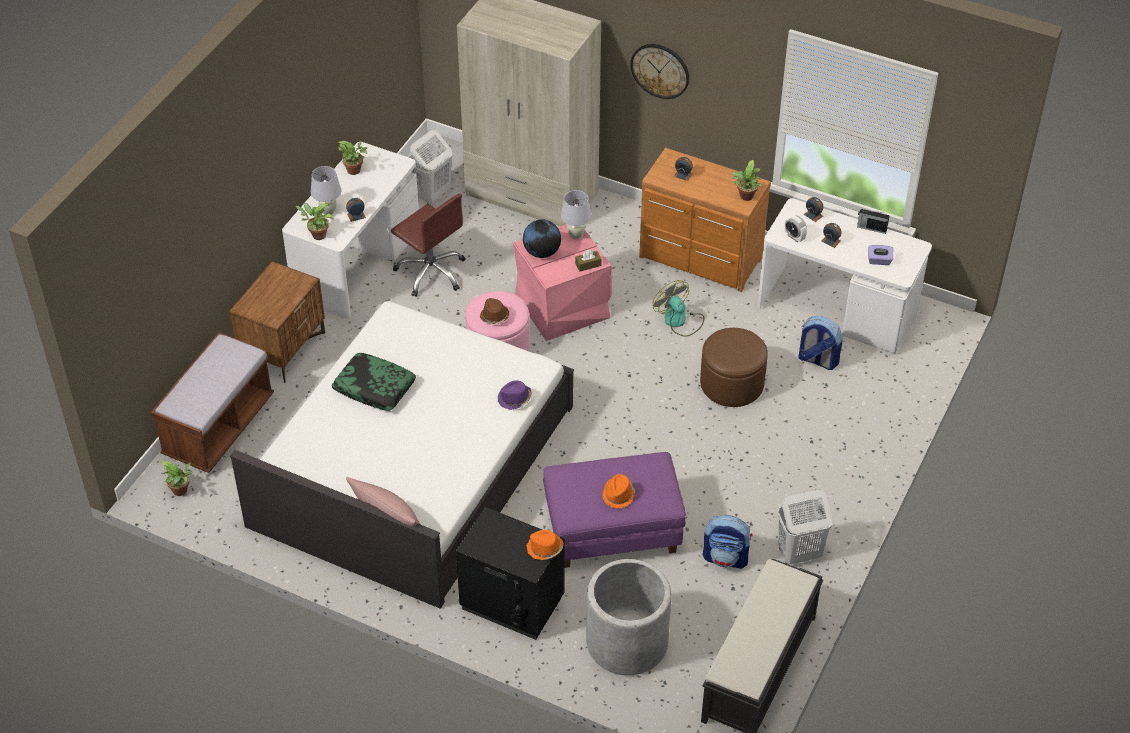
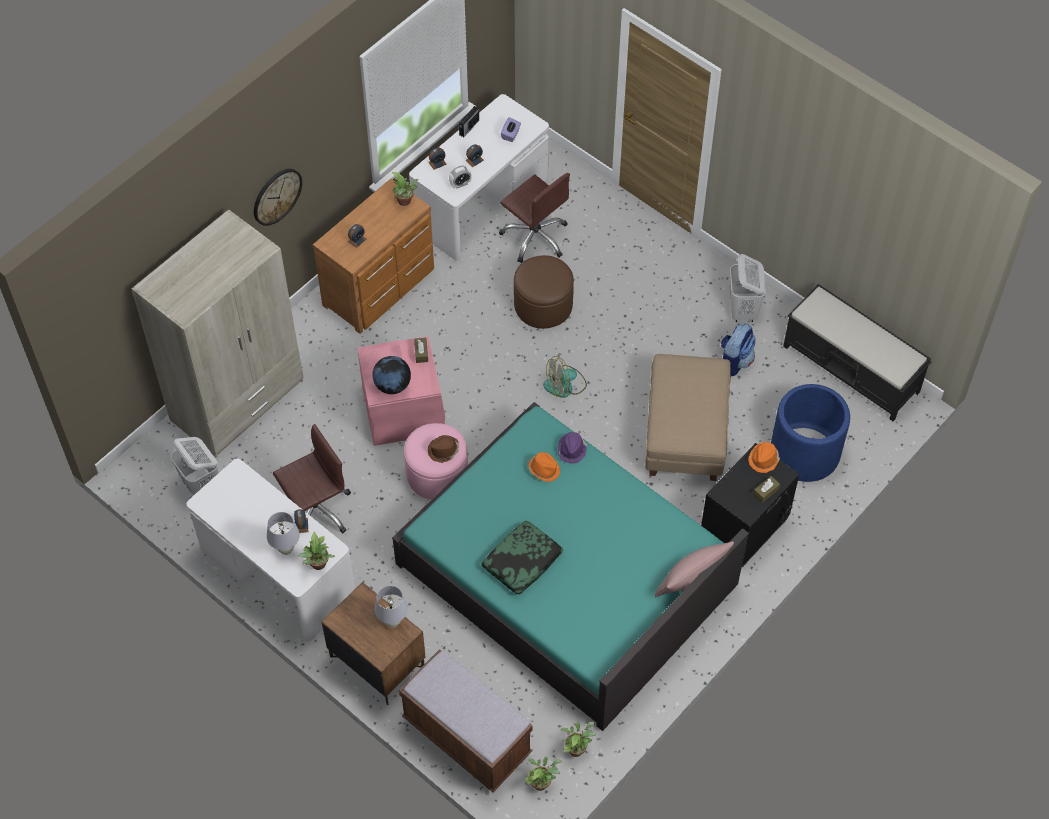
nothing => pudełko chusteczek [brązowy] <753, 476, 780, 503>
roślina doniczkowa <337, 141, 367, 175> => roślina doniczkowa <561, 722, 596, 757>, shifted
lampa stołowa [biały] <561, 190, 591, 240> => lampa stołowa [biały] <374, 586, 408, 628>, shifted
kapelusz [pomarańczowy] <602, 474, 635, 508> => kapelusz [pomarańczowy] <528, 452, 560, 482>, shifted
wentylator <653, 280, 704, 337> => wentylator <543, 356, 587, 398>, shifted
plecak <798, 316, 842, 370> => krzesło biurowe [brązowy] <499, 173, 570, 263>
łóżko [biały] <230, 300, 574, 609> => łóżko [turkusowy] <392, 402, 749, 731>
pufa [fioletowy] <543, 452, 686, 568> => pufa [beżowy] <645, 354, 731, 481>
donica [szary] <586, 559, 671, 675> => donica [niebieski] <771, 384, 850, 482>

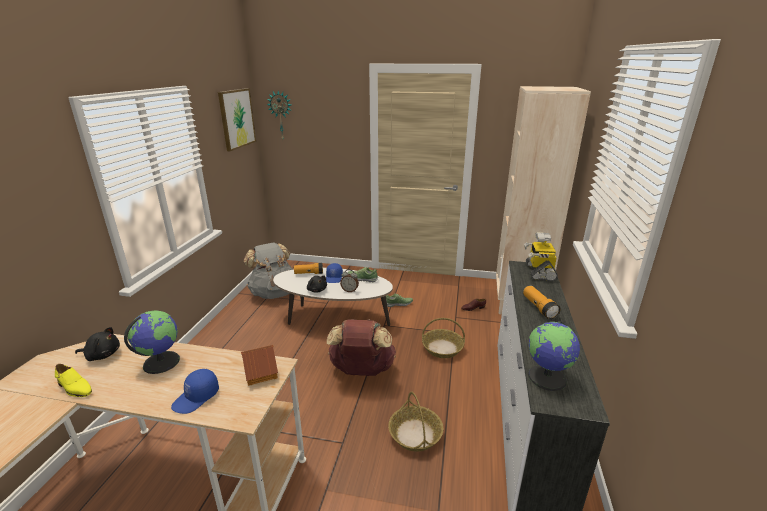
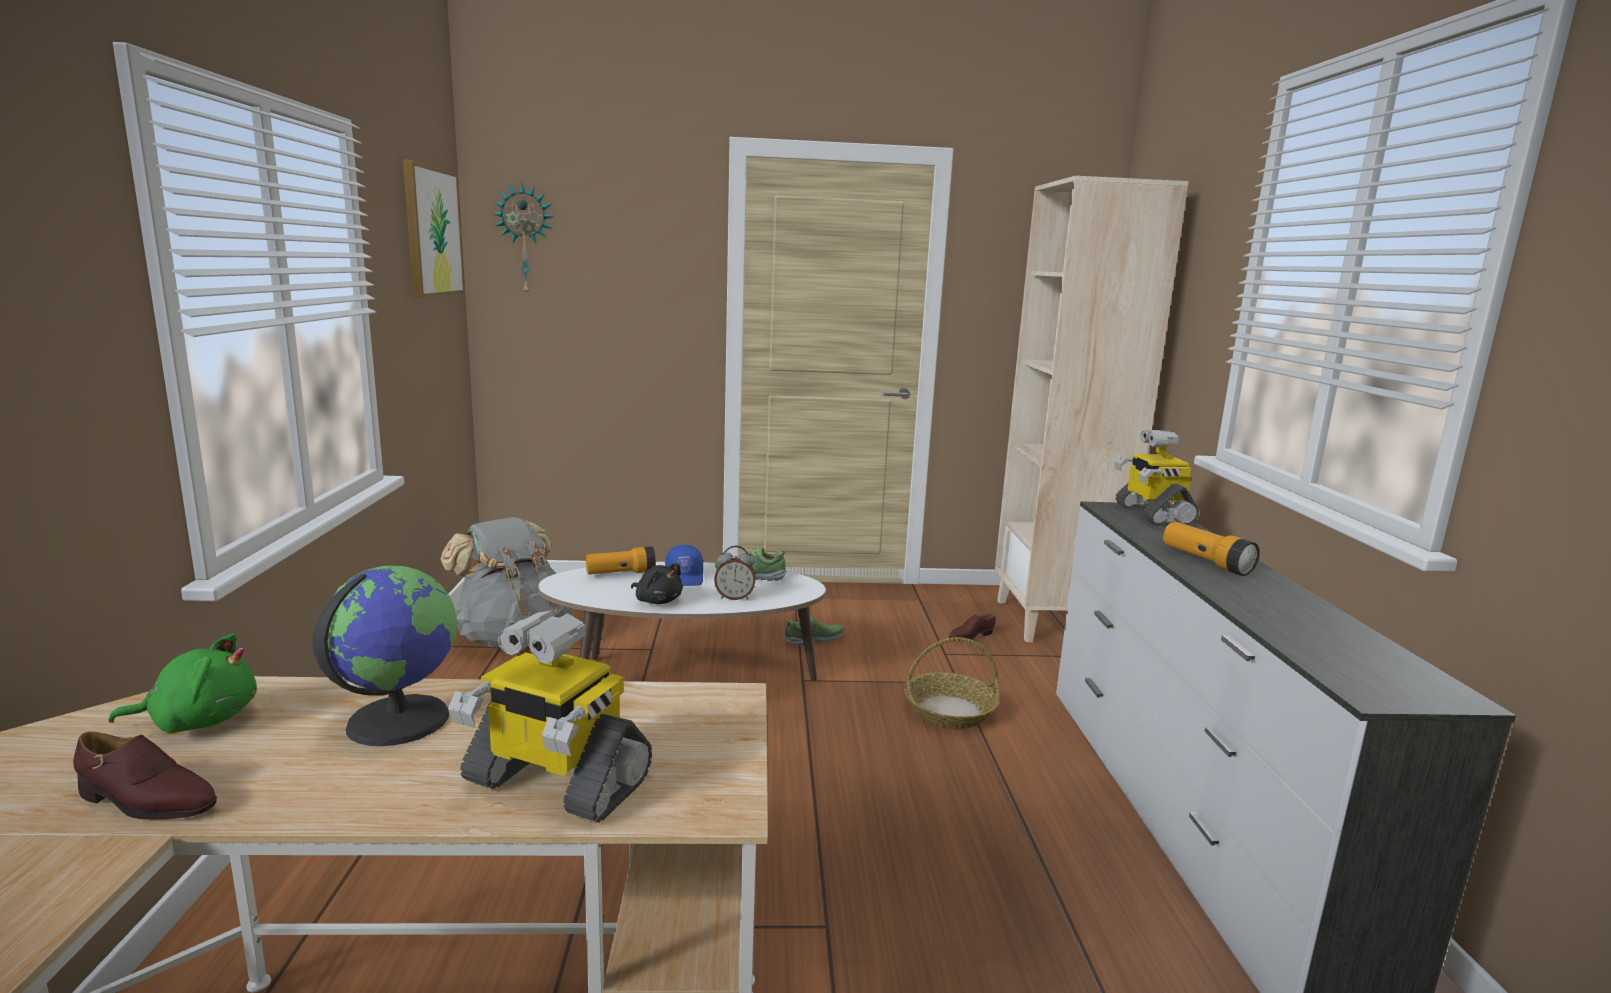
domek <241, 345, 278, 386> => nothing
plecak [brązowy] <327, 319, 396, 376> => nothing
koszyk <388, 392, 443, 452> => nothing
globus <528, 321, 580, 391> => nothing
czapka z daszkiem [niebieski] <171, 369, 219, 414> => robot zabawkowy <448, 610, 652, 823>
but [żółty] <55, 364, 92, 397> => but [brązowy] <73, 732, 217, 820>
pluszak [czarny] <75, 327, 120, 361> => pluszak [zielony] <109, 634, 257, 733>

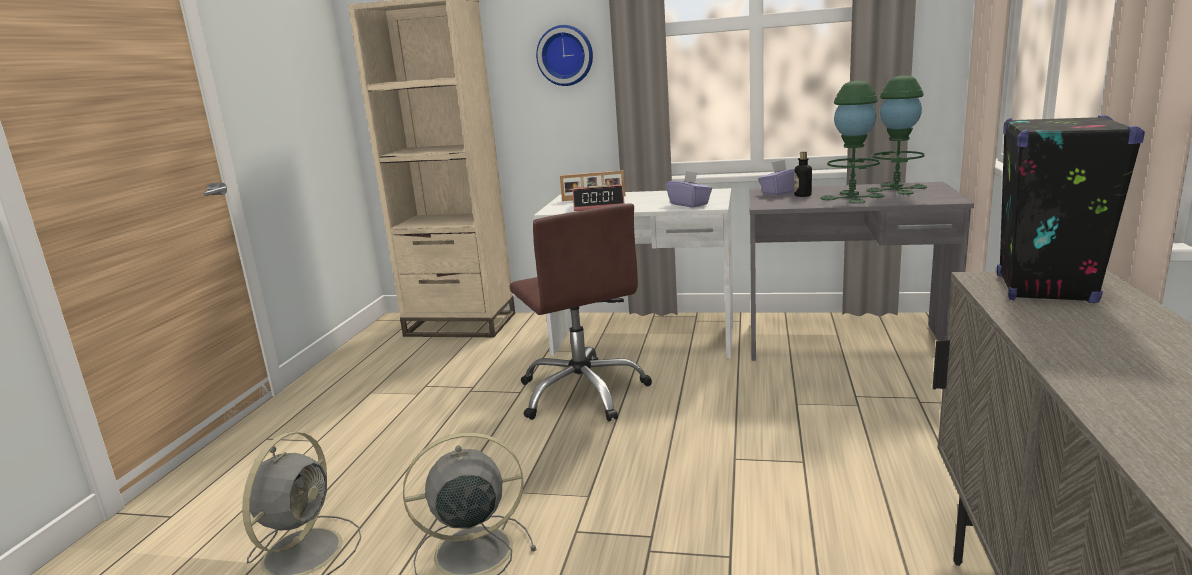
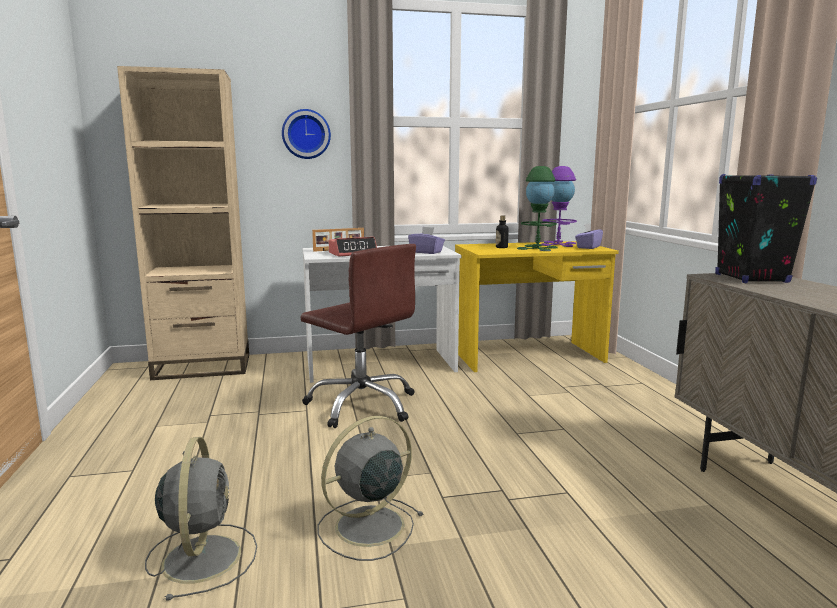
pudełko chusteczek [fioletowy] <758, 159, 795, 196> => pudełko chusteczek [fioletowy] <575, 223, 603, 249>, shifted
biurko [szary] <750, 182, 974, 361> => biurko [żółty] <455, 241, 619, 372>
lampa stołowa [zielony] <866, 76, 927, 195> => lampa stołowa [fioletowy] <542, 166, 577, 247>

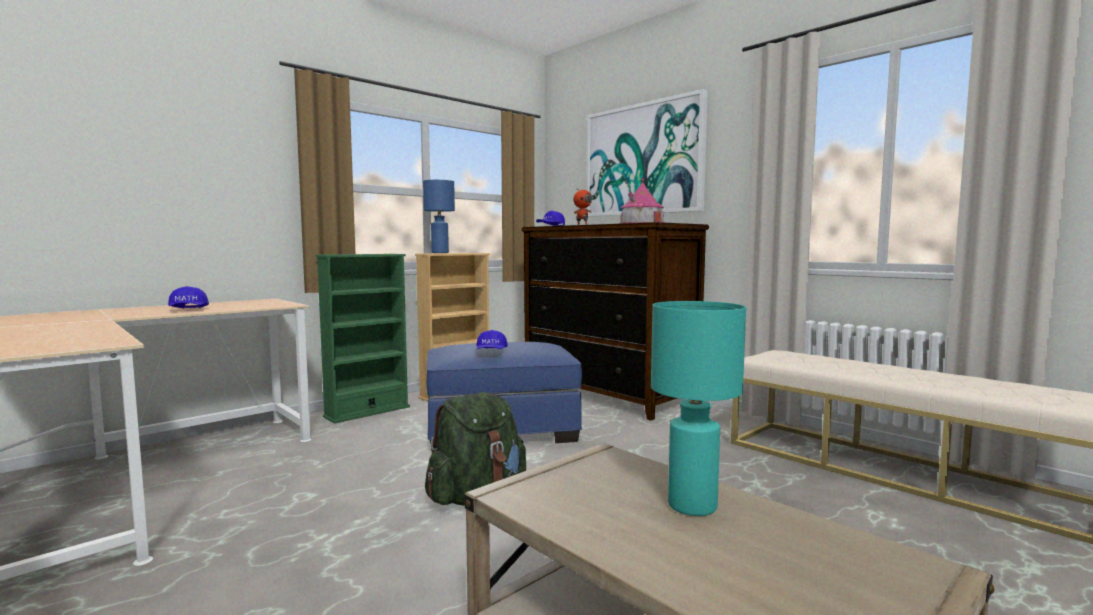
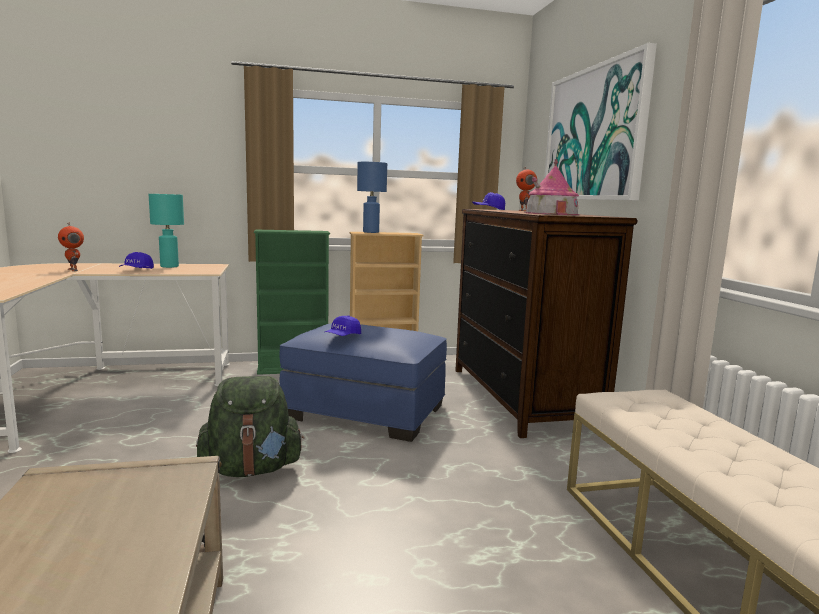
nothing => robot zabawkowy <58, 223, 84, 271>
lampa stołowa [turkusowy] <651, 301, 746, 516> => lampa stołowa [turkusowy] <149, 194, 184, 268>, shifted

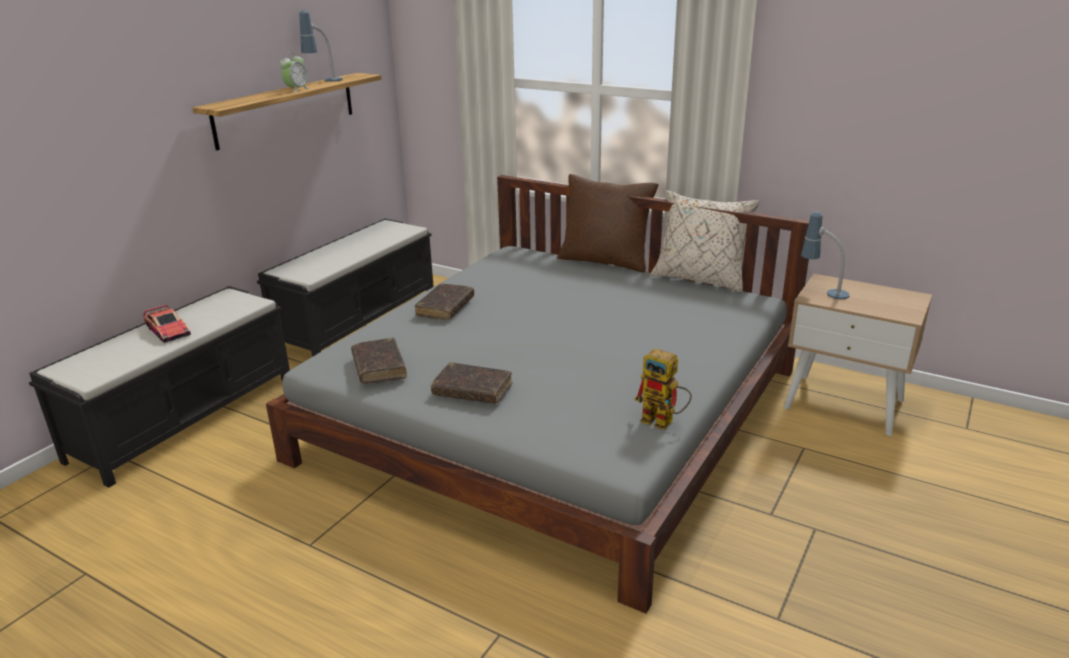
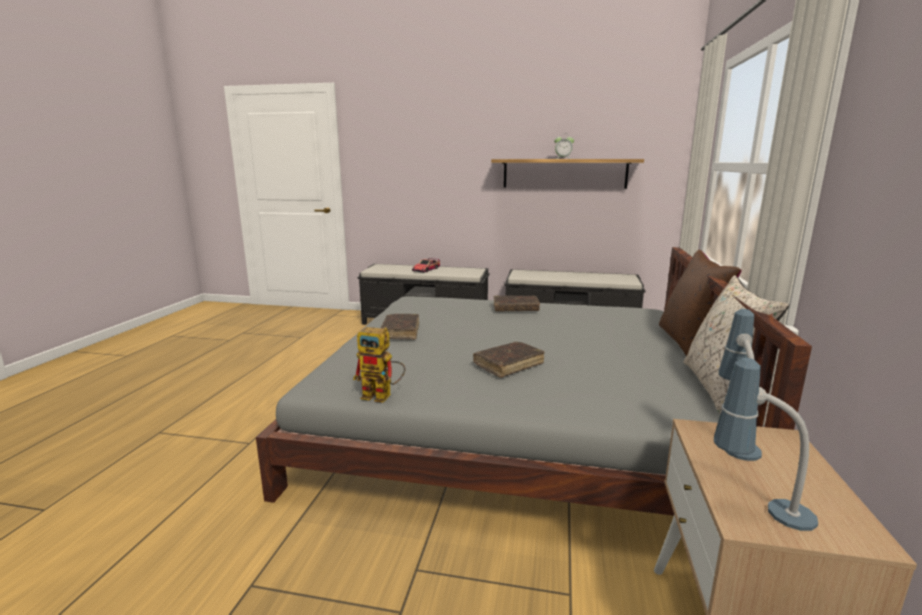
lampa stołowa <299, 10, 343, 82> => lampa stołowa <714, 358, 818, 531>, shifted
książka [brązowy] <351, 338, 407, 384> => książka [brązowy] <473, 342, 545, 378>, shifted
robot zabawkowy <634, 348, 692, 430> => robot zabawkowy <353, 327, 406, 403>, 90 degrees counterclockwise

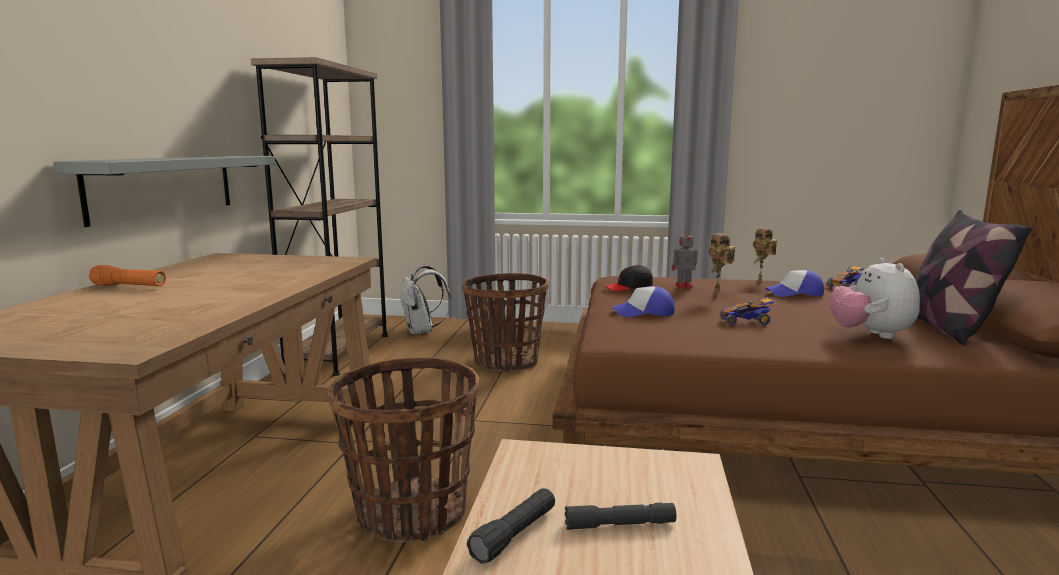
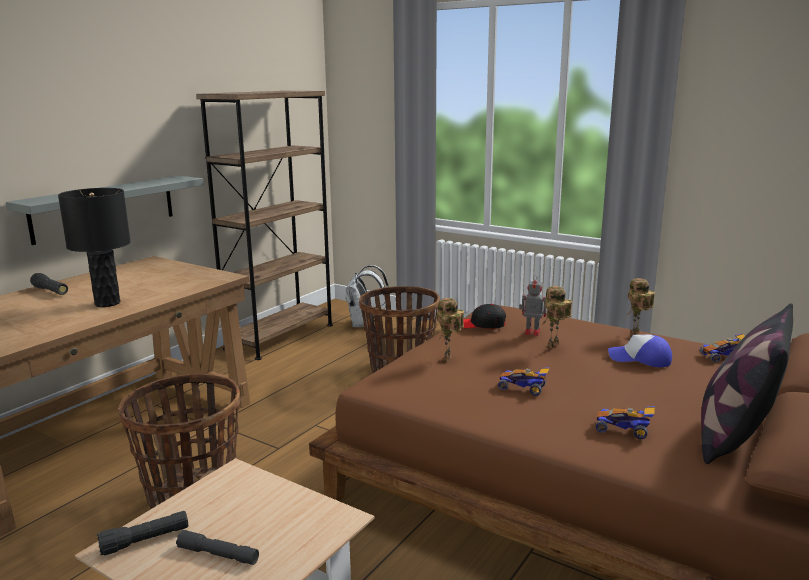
nothing => lampa stołowa [czarny] <58, 188, 131, 307>
czapka z daszkiem <612, 286, 675, 317> => robot zabawkowy <436, 298, 464, 362>
pluszak <829, 258, 920, 339> => samochodzik <596, 406, 655, 439>
latarka [pomarańczowy] <89, 265, 166, 286> => latarka [czarny] <30, 273, 68, 295>

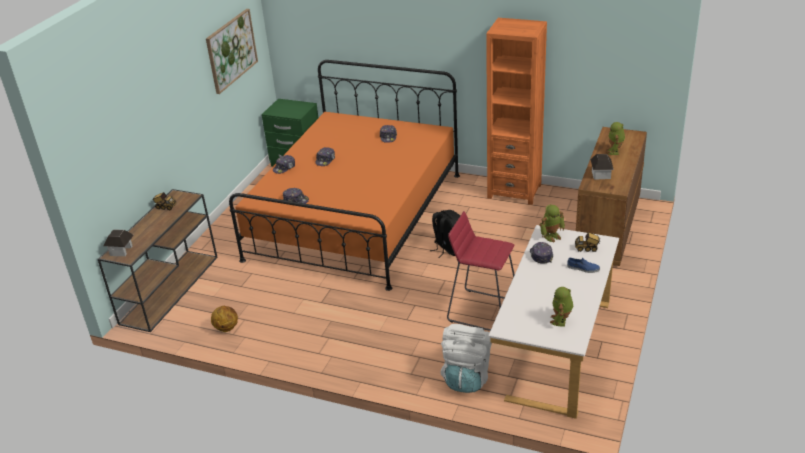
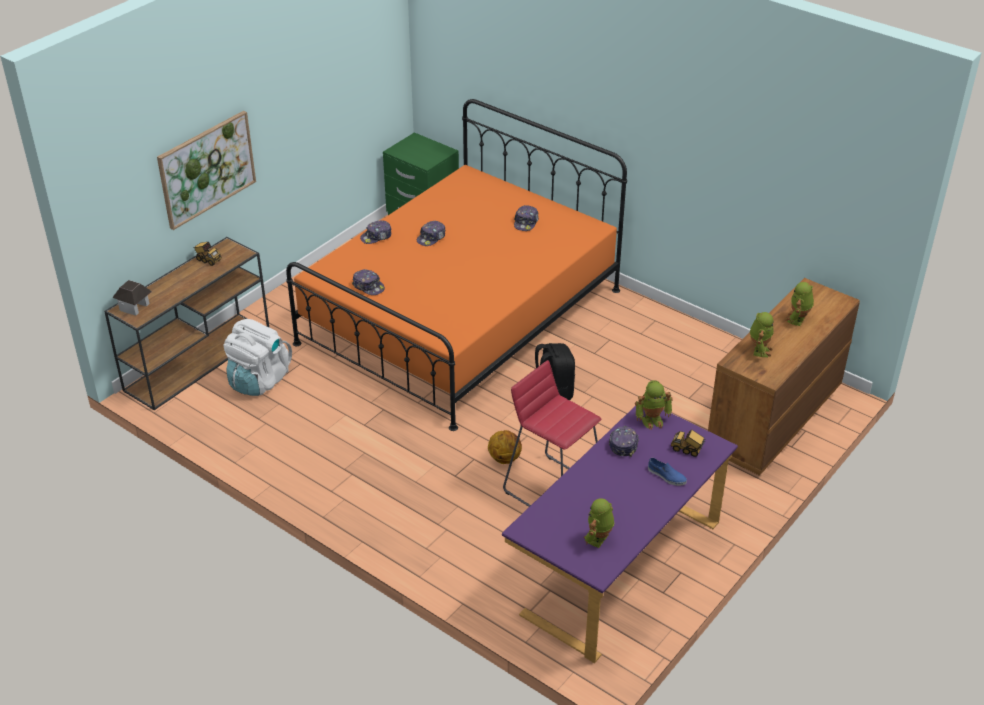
regał [pomarańczowy] <486, 18, 547, 205> => nothing
obraz <206, 9, 258, 94> => obraz <157, 111, 256, 230>, shifted
piłka do koszykówki <211, 306, 238, 332> => piłka do koszykówki <488, 430, 522, 464>, shifted
plecak [biały] <440, 324, 492, 393> => plecak [biały] <223, 319, 292, 396>, shifted
domek <590, 154, 614, 180> => robot zabawkowy <750, 312, 774, 357>
biurko [biały] <488, 225, 619, 419> => biurko [fioletowy] <502, 400, 738, 663>

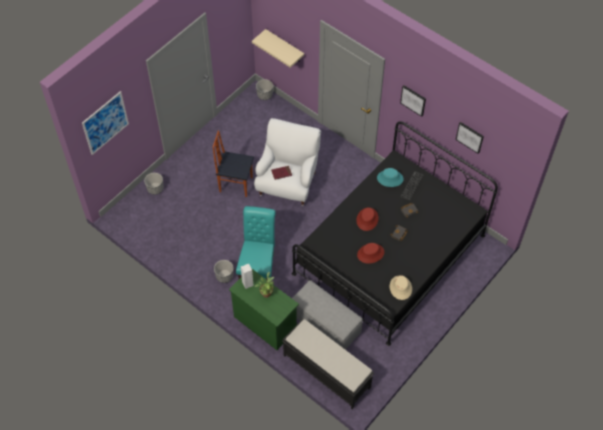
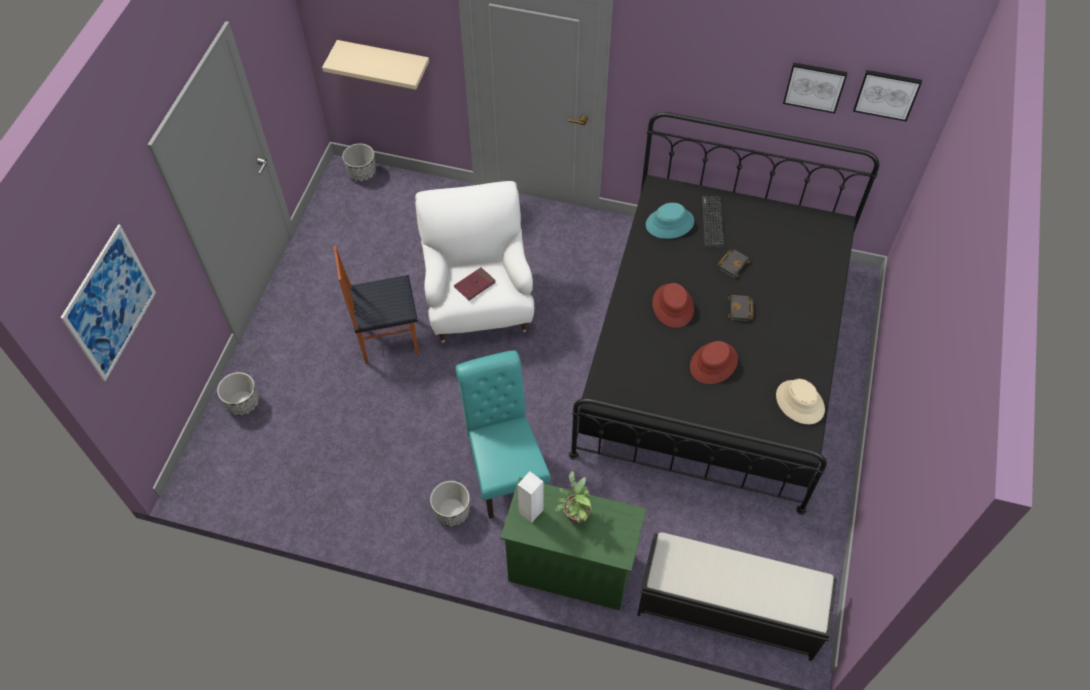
pufa [szary] <292, 280, 363, 350> => nothing
obraz <400, 85, 426, 117> => obraz <853, 70, 922, 121>, shifted

